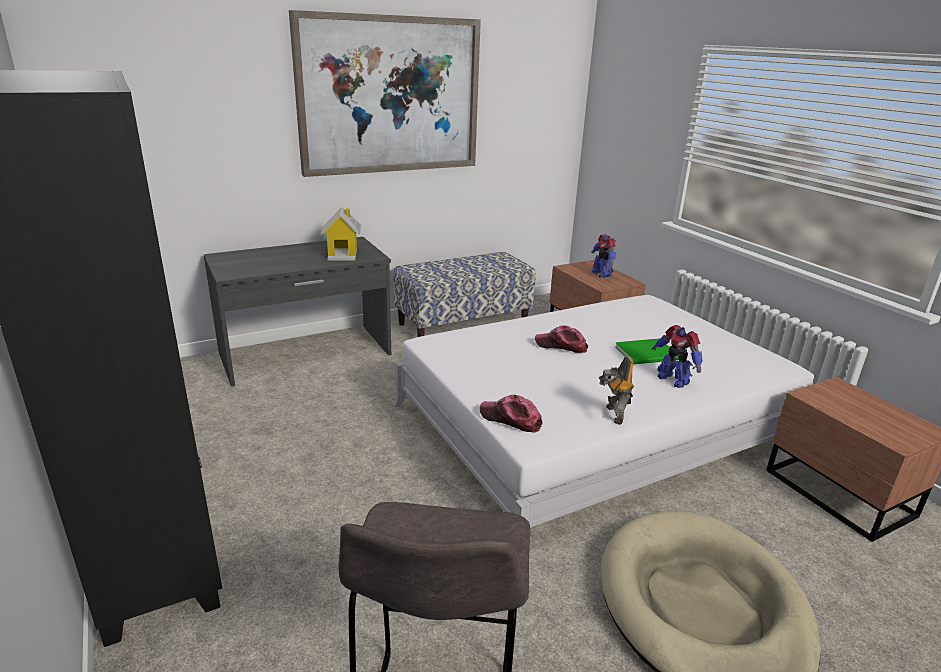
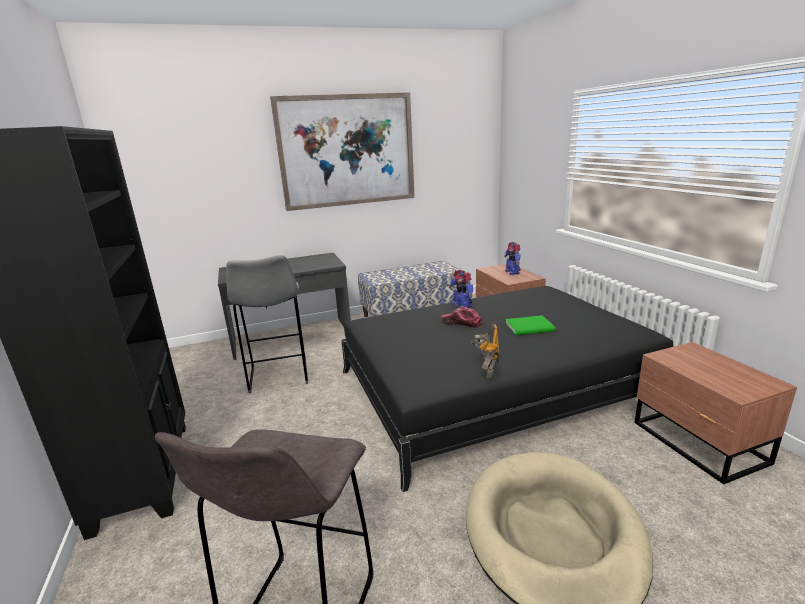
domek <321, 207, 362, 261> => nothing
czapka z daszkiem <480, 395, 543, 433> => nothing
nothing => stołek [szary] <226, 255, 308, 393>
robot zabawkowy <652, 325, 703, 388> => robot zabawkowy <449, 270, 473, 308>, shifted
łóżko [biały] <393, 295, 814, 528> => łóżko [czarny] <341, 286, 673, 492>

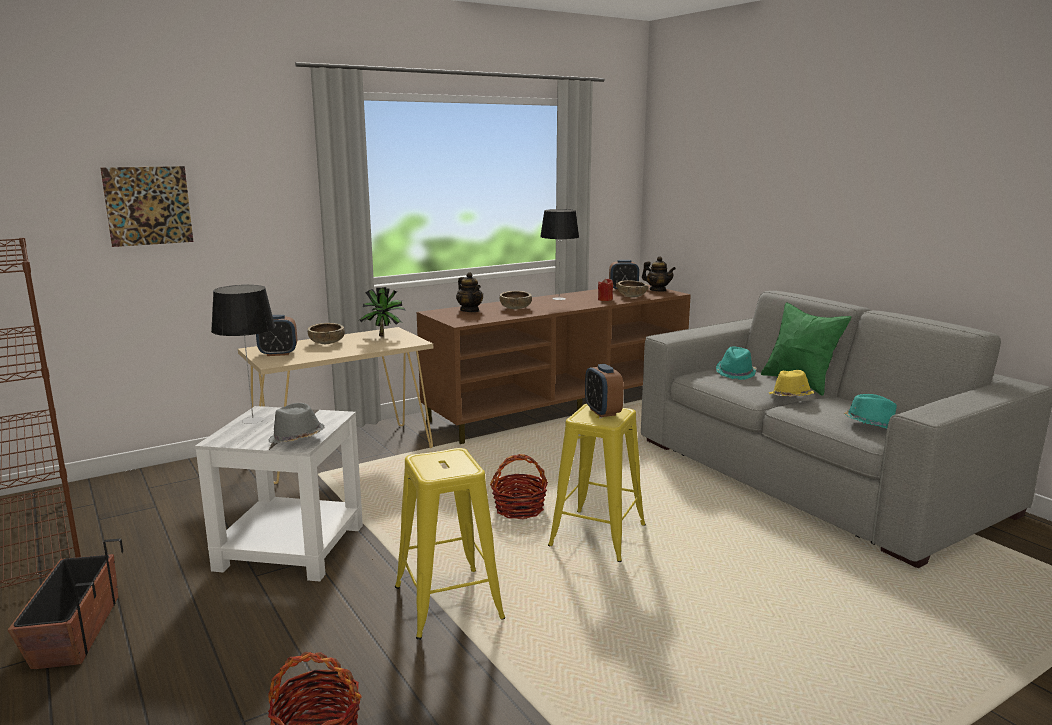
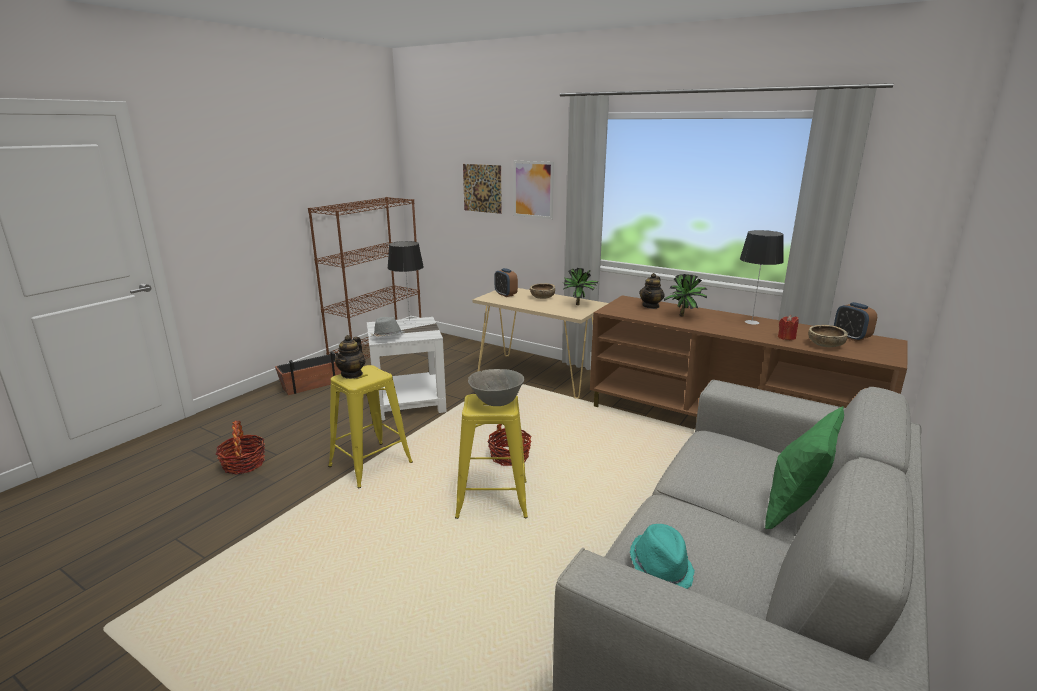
kapelusz [turkusowy] <716, 347, 757, 380> => nothing
kapelusz [żółty] <769, 370, 814, 397> => nothing
nothing => obraz <513, 161, 554, 219>
imbryk <642, 256, 676, 291> => imbryk <335, 335, 366, 379>, shifted
miska [brązowy] <500, 291, 532, 310> => roślina doniczkowa <664, 274, 707, 317>
budzik <585, 364, 624, 417> => miska [szary] <468, 369, 524, 406>

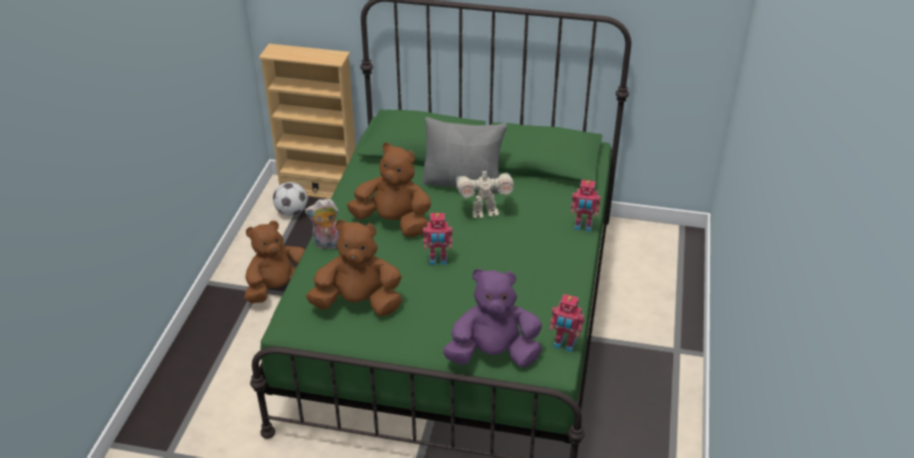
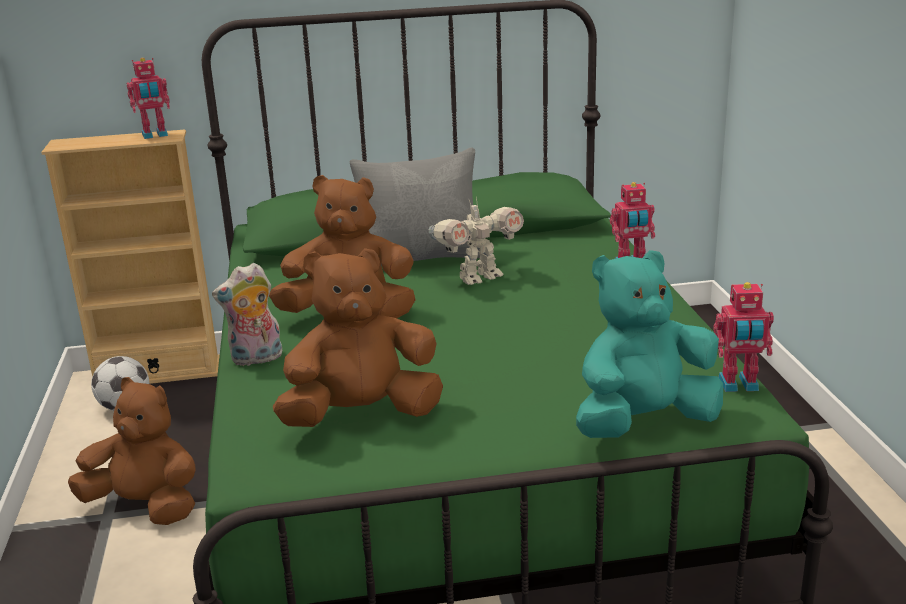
robot zabawkowy <423, 213, 453, 265> => robot zabawkowy <127, 58, 170, 139>, shifted
pluszak [fioletowy] <443, 268, 542, 368> => pluszak [turkusowy] <576, 250, 723, 438>
pluszak [brązowy] <244, 221, 305, 303> => pluszak [brązowy] <68, 377, 195, 525>, 75 degrees clockwise

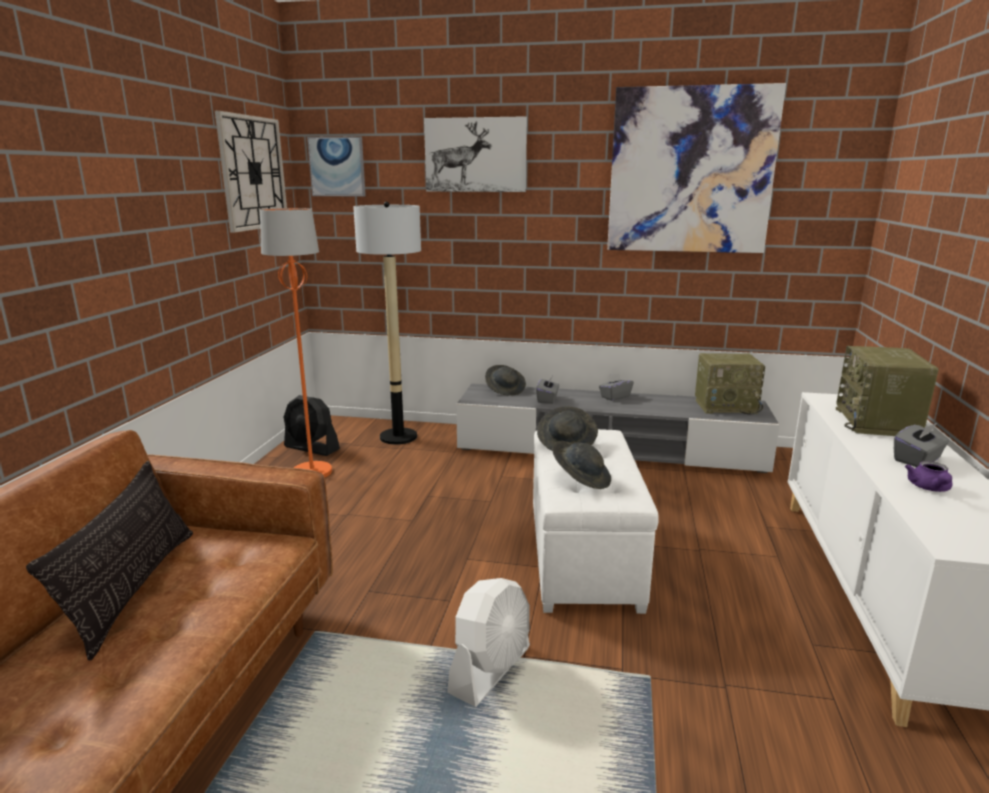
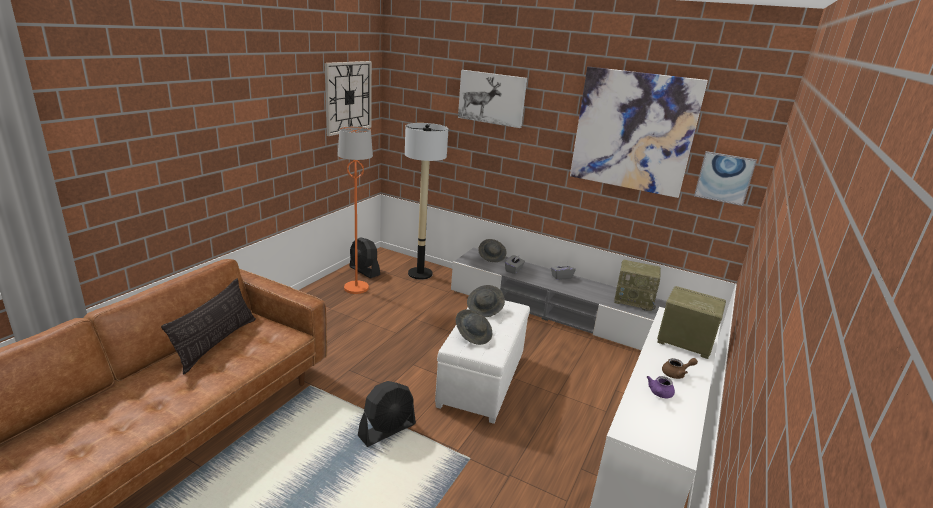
obraz <307, 136, 366, 197> => obraz <694, 151, 757, 206>, shifted
pudełko chusteczek [szary] <894, 423, 949, 467> => imbryk [brązowy] <662, 358, 698, 379>
wentylator [biały] <447, 578, 530, 707> => wentylator [czarny] <358, 381, 416, 447>
radio <836, 346, 939, 436> => radio <657, 286, 726, 359>, 90 degrees clockwise

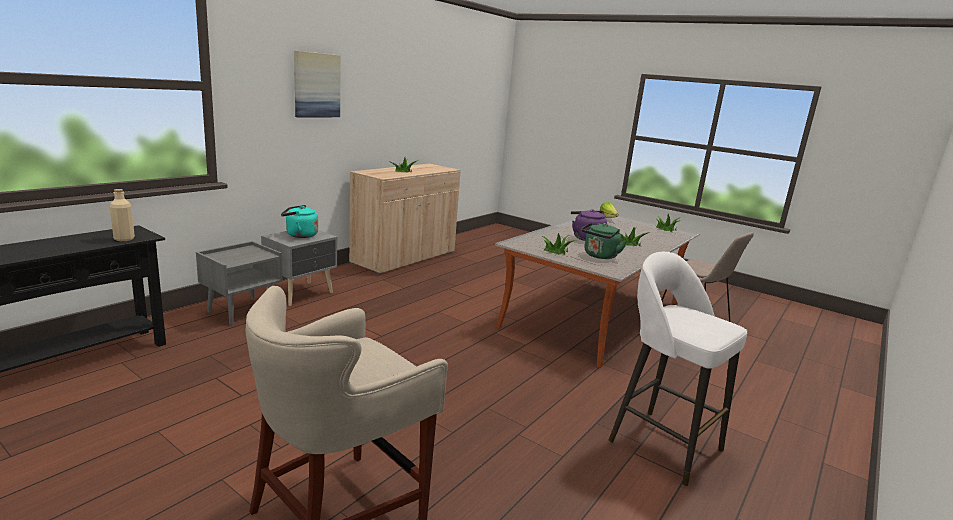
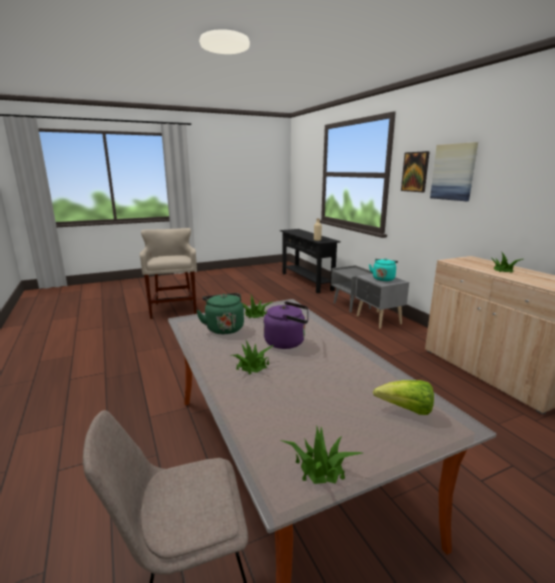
stołek [biały] <608, 252, 747, 486> => nothing
nothing => obraz <401, 151, 430, 192>

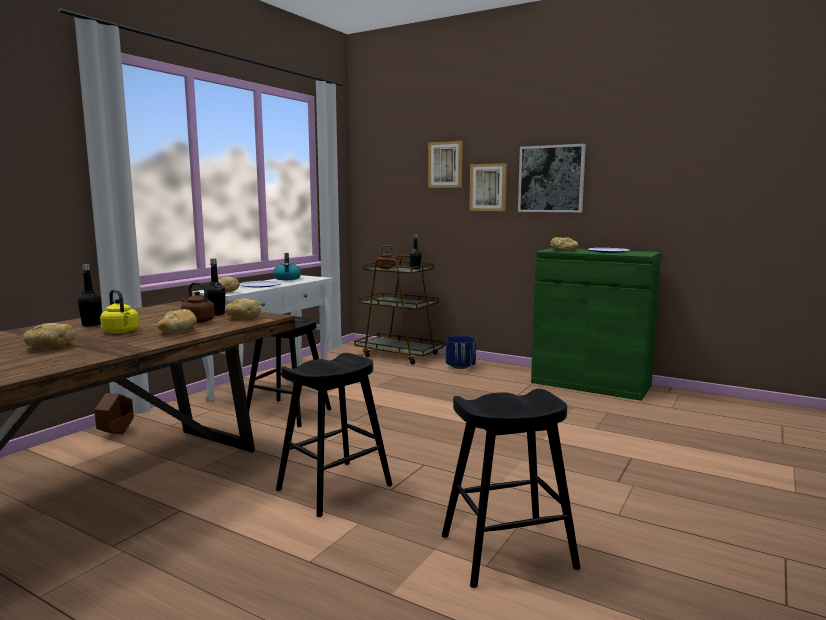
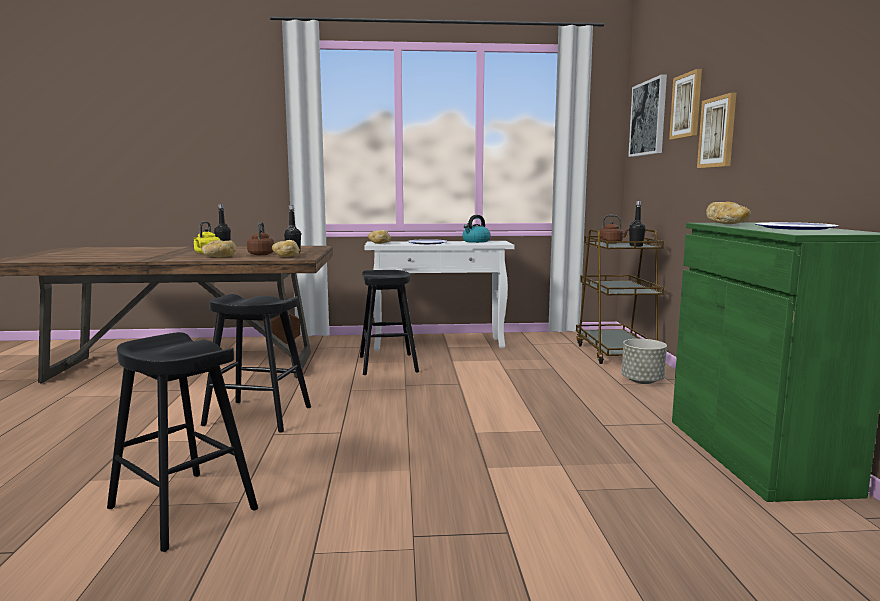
chleb <23, 323, 75, 349> => nothing
obraz <518, 144, 586, 212> => obraz <628, 75, 667, 157>, shifted
donica [niebieski] <446, 336, 476, 369> => donica [szary] <622, 339, 667, 384>

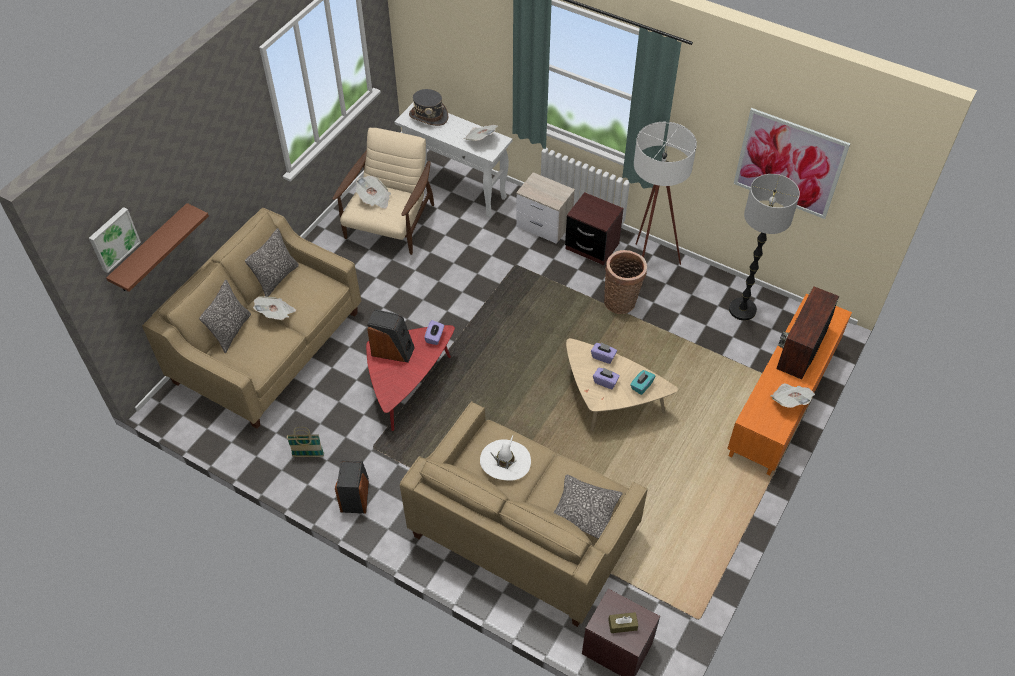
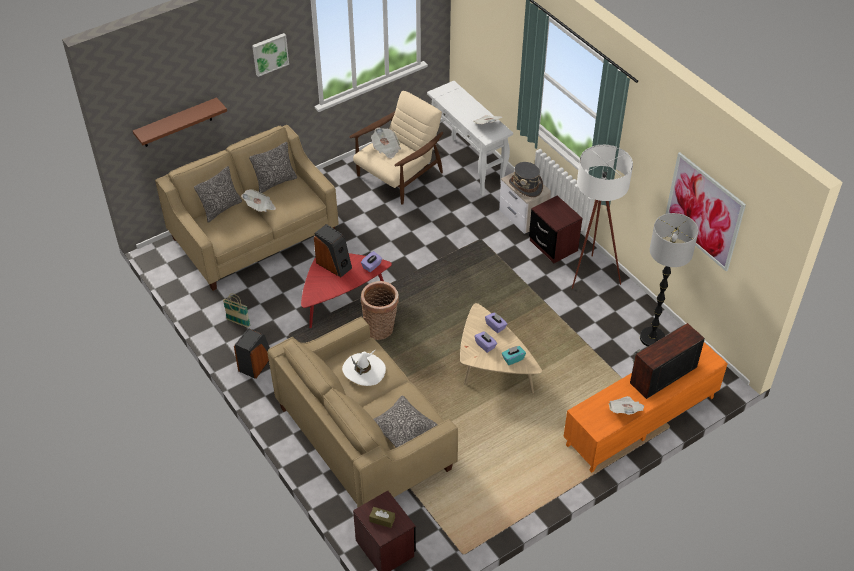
obraz <89, 207, 141, 273> => obraz <252, 33, 289, 77>, shifted
kapelusz [szary] <409, 89, 448, 126> => kapelusz [szary] <509, 162, 543, 197>, shifted
koszyk <604, 250, 647, 314> => koszyk <361, 281, 399, 340>, shifted

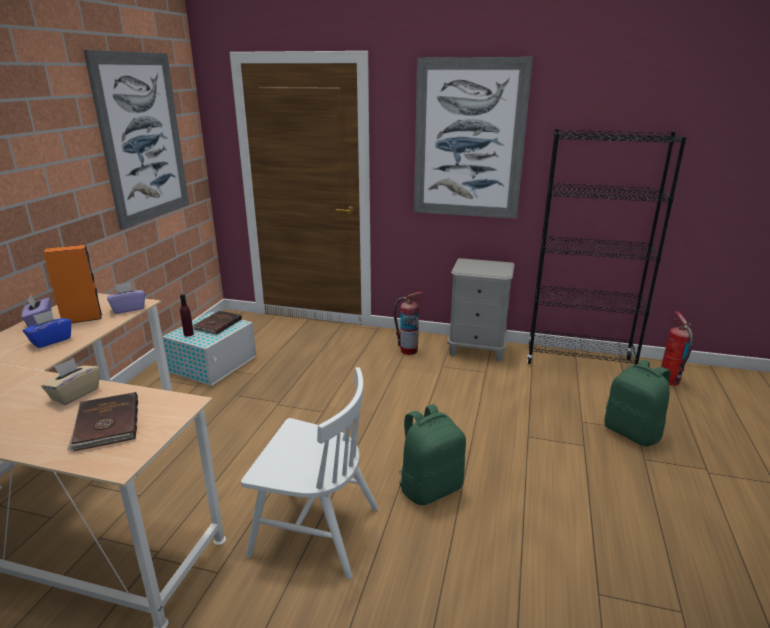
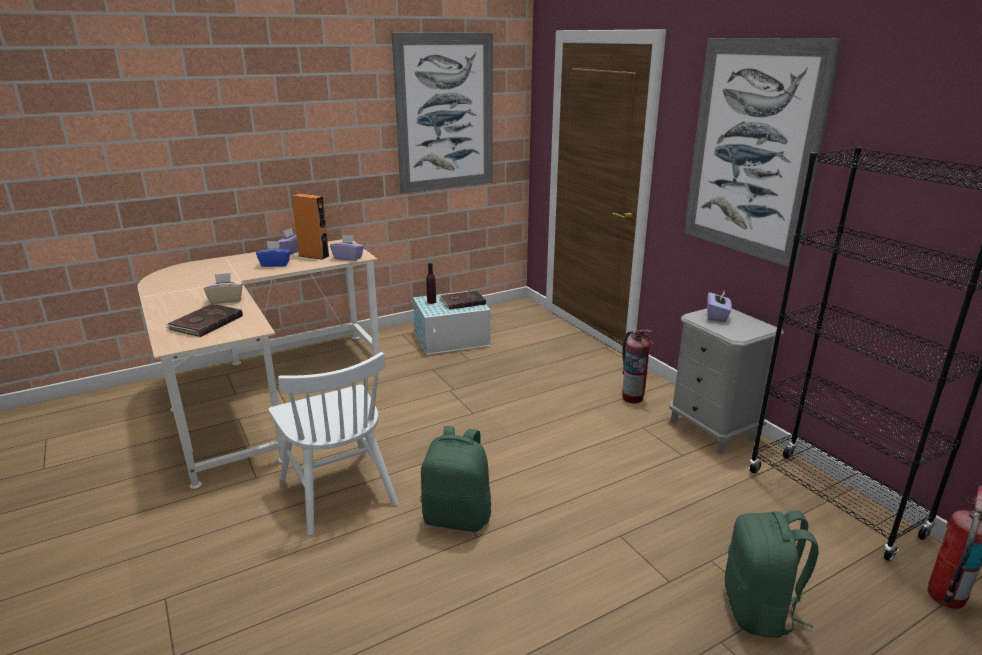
nothing => pudełko chusteczek [fioletowy] <707, 290, 732, 322>

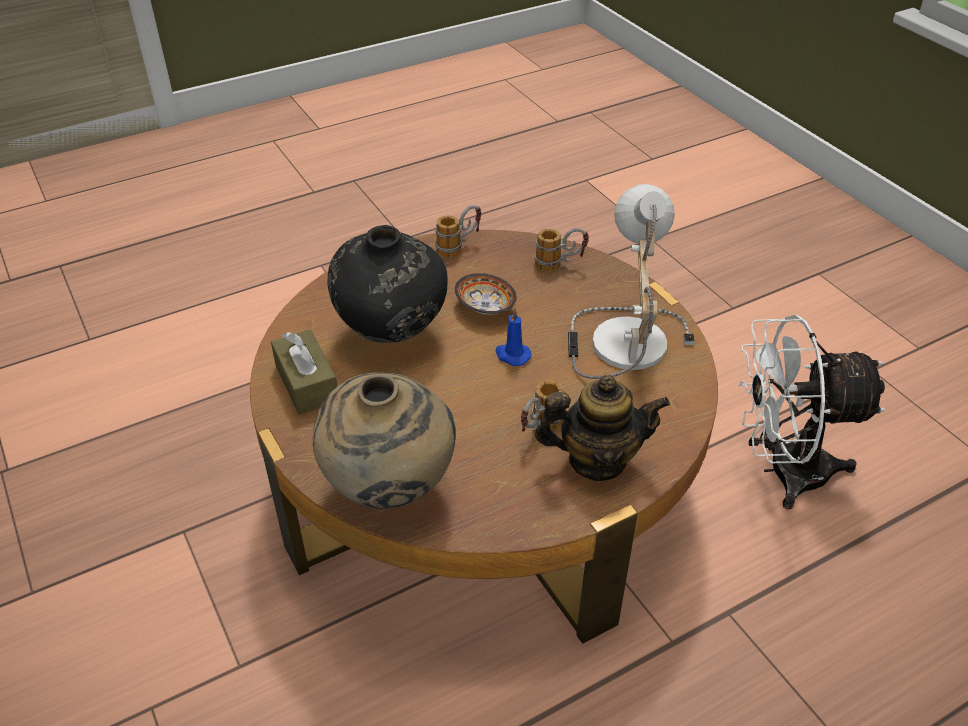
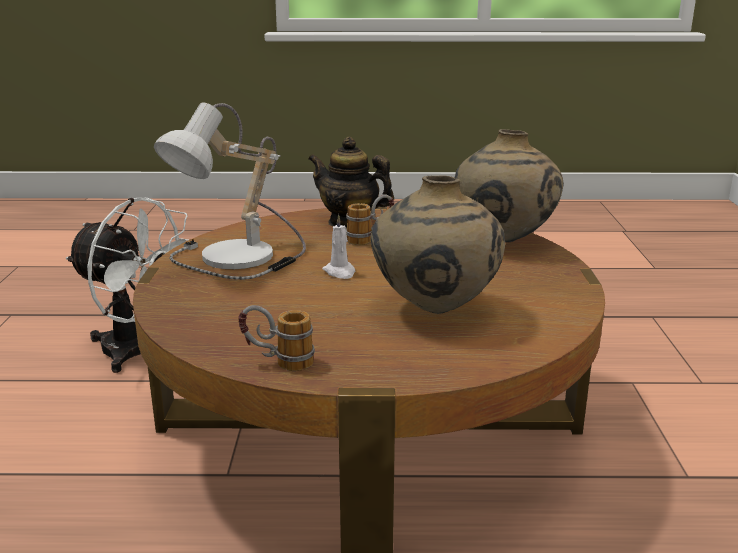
pudełko chusteczek [brązowy] <271, 330, 337, 415> => nothing
miska <455, 273, 517, 315> => nothing
kubek <534, 228, 589, 272> => nothing
wazon [czarny] <328, 225, 448, 343> => wazon [beżowy] <370, 175, 505, 314>
świeca [niebieski] <495, 309, 531, 366> => świeca [biały] <322, 214, 355, 279>

